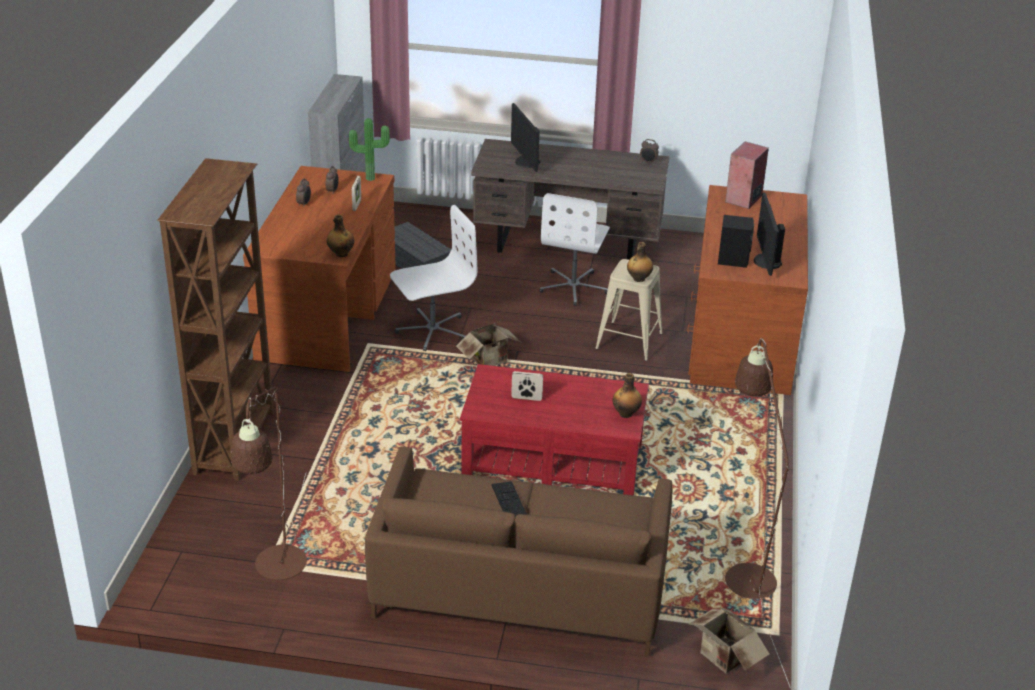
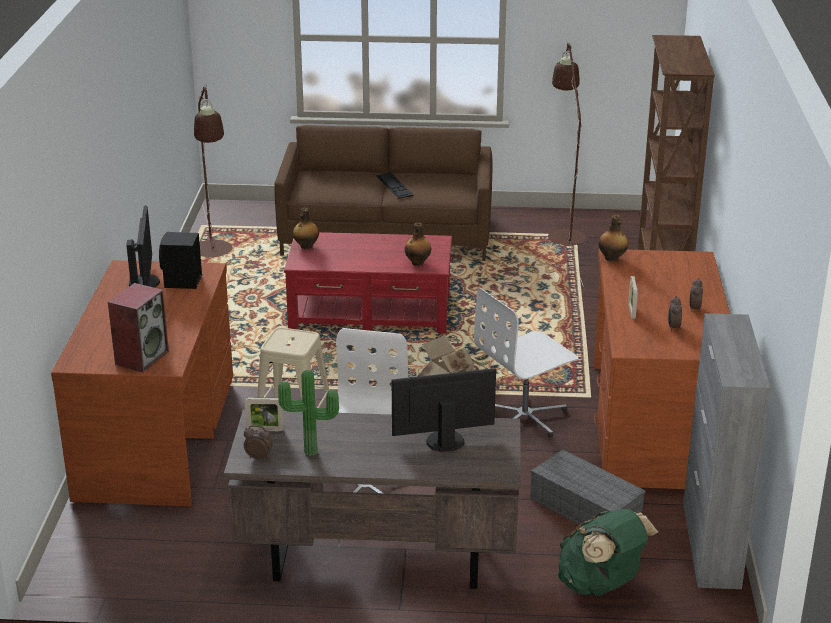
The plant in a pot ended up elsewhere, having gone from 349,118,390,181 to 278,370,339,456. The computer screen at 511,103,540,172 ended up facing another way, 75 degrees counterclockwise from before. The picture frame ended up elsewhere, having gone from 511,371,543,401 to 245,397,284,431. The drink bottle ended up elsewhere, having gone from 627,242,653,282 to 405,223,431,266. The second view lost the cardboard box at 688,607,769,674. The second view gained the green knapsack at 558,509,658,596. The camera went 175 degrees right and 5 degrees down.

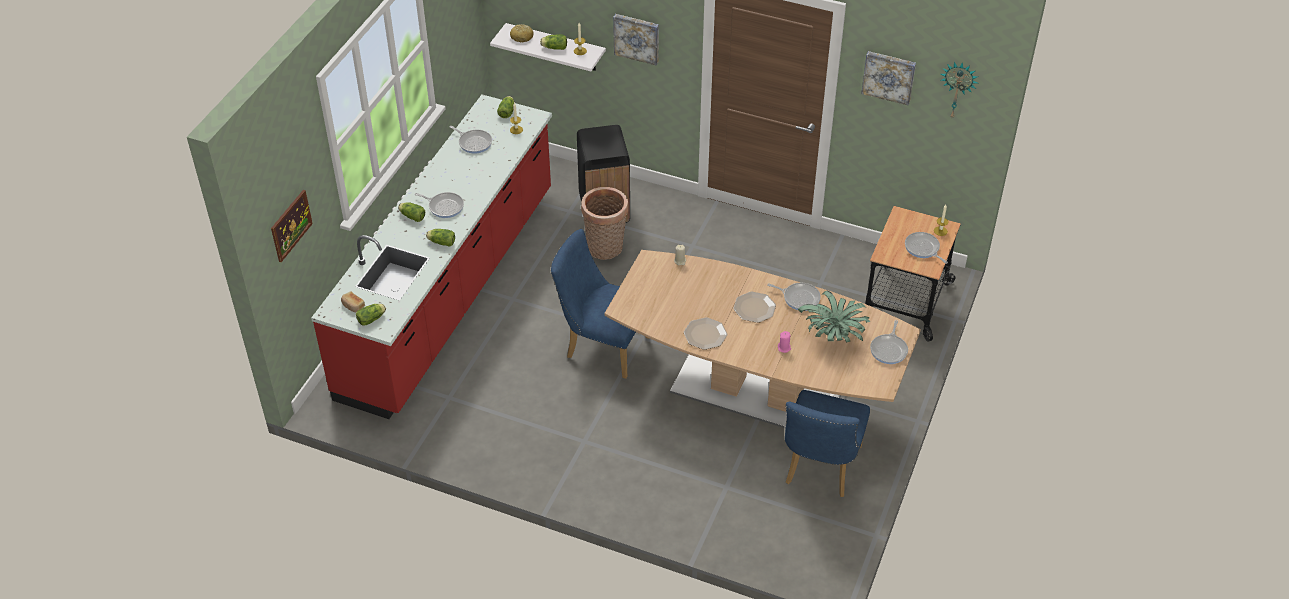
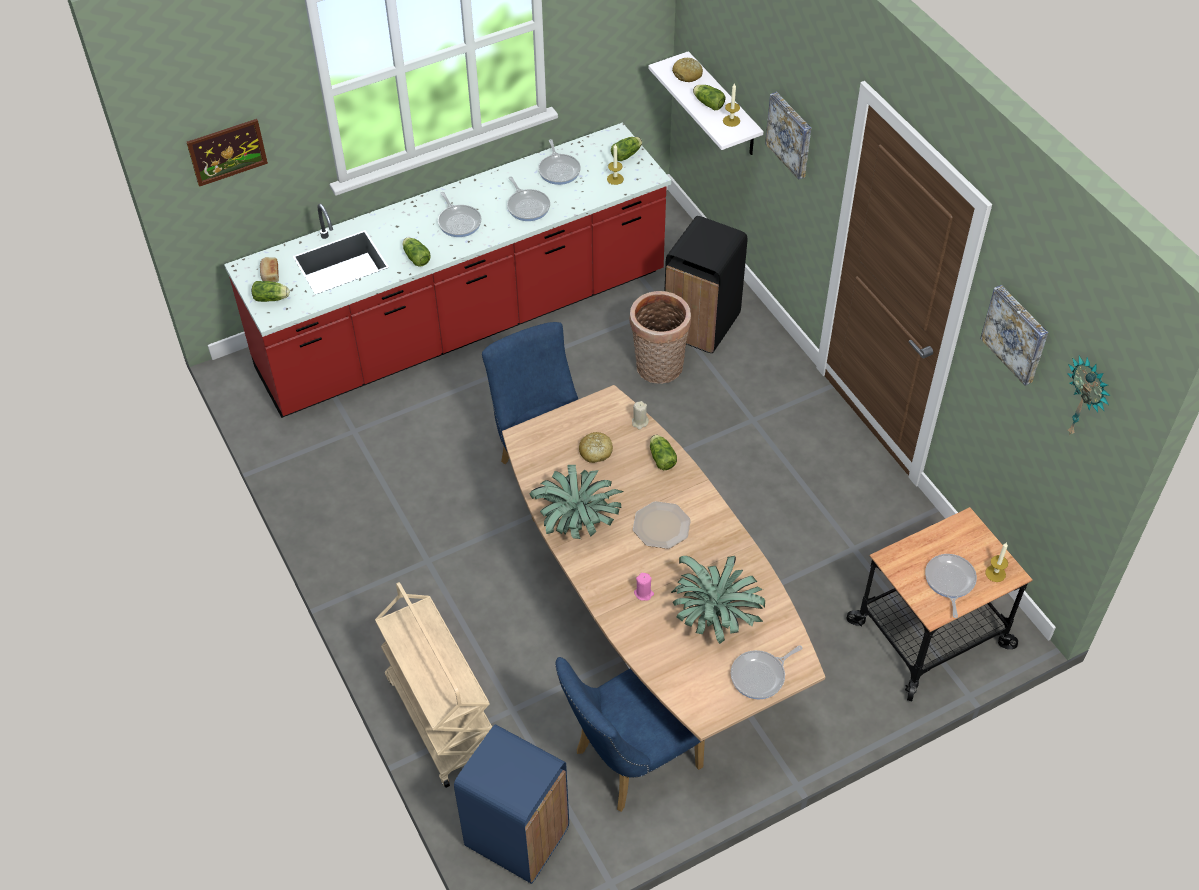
The head of lettuce ended up elsewhere, having gone from 398,202,425,222 to 650,435,677,470. Where the dinner plate stood at 684,317,727,350, the plant in a pot came to stand at 530,465,624,539. The frying pan ended up elsewhere, having gone from 767,283,821,311 to 507,176,550,221. The second view gained the beige-coloured wheeled cart at 375,582,492,788. The second view gained the bluish waste bin at 454,724,569,884. The second view gained the baked bread at 579,432,613,463. The camera went 40 degrees right and 5 degrees up.

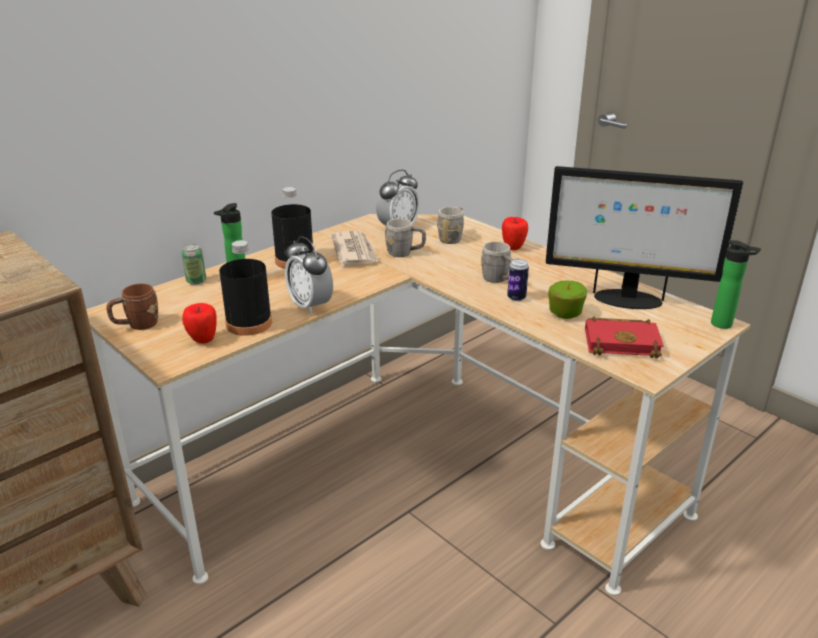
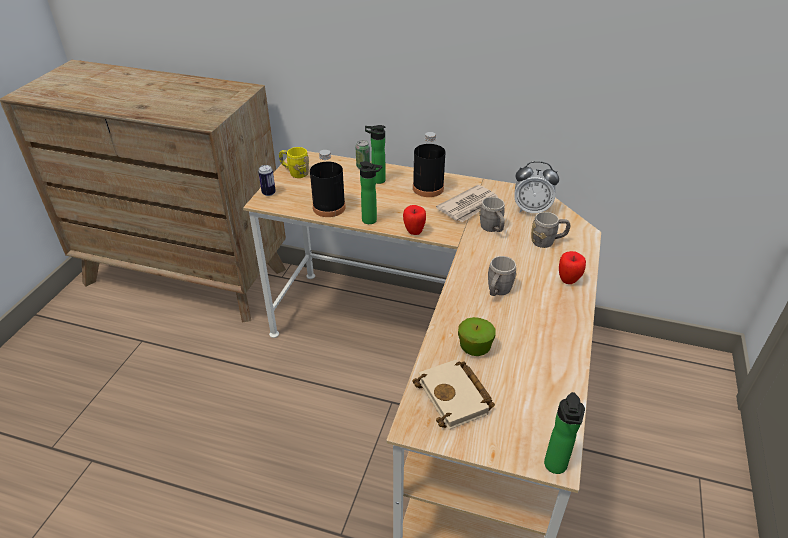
What was the brown mug at 106,283,159,330 turned into the yellow-coloured mug at 279,147,309,178. The apple fruit ended up elsewhere, having gone from 182,303,217,343 to 403,205,426,235. Where the alarm clock stood at 285,236,333,315, the drink bottle came to stand at 360,161,382,224. The metal can ended up elsewhere, having gone from 507,259,529,301 to 258,165,276,196. The second view lost the computer screen at 546,166,743,309. What was the red-coloured bound book at 585,317,664,358 turned into the beige-coloured bound book at 412,360,495,429. The camera went 60 degrees right and 10 degrees up.

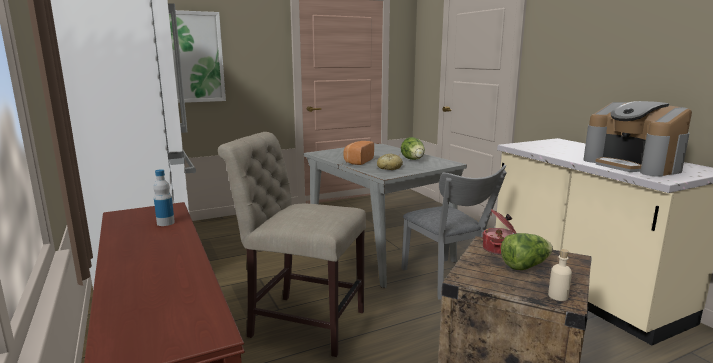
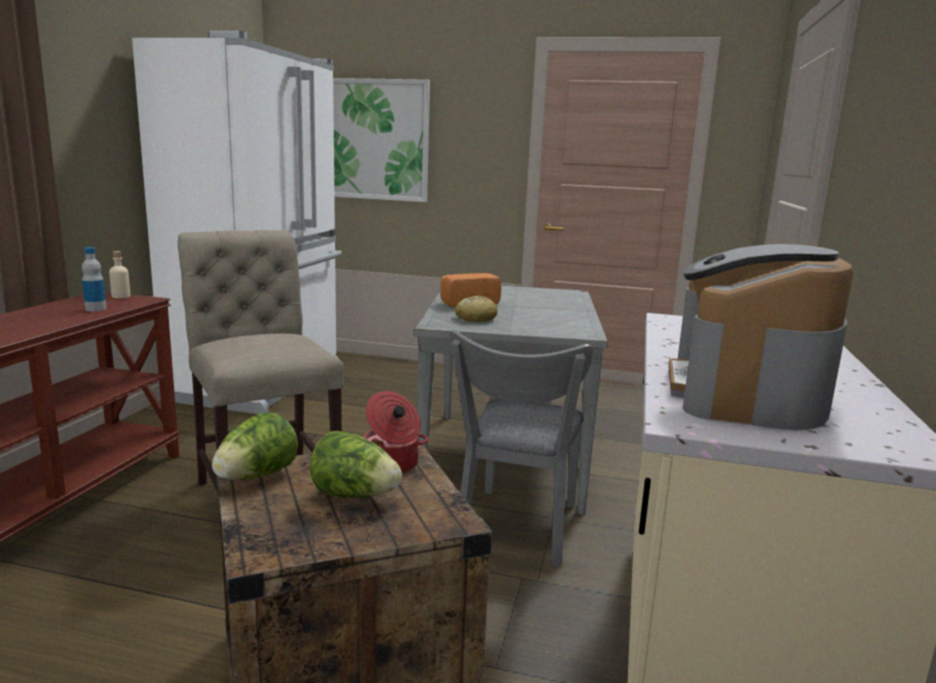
The head of lettuce ended up elsewhere, having gone from 401,137,425,160 to 212,412,298,480. The beige-coloured drink bottle ended up elsewhere, having gone from 548,249,572,301 to 109,251,130,298. The camera went 40 degrees right and 0 degrees up.

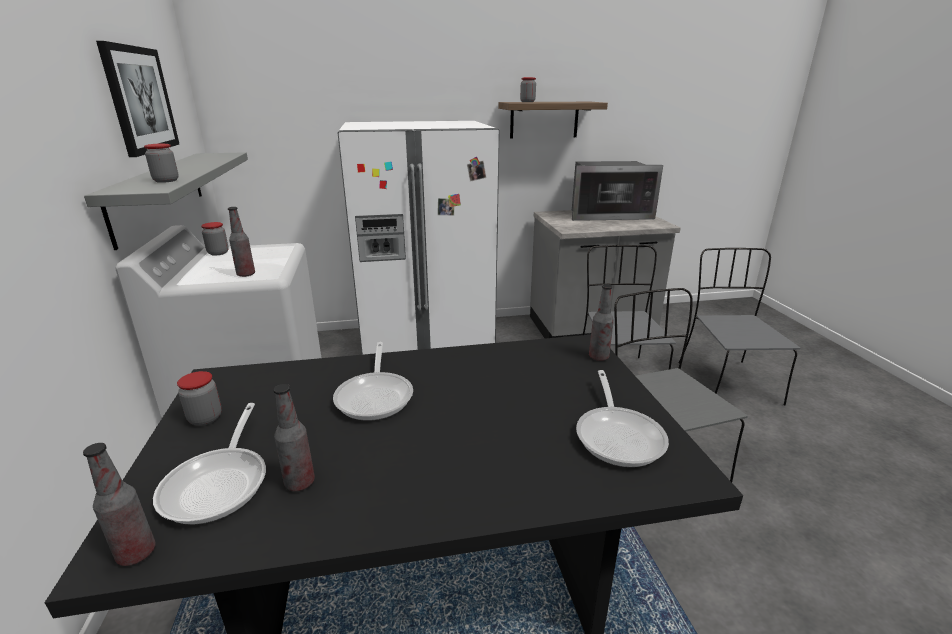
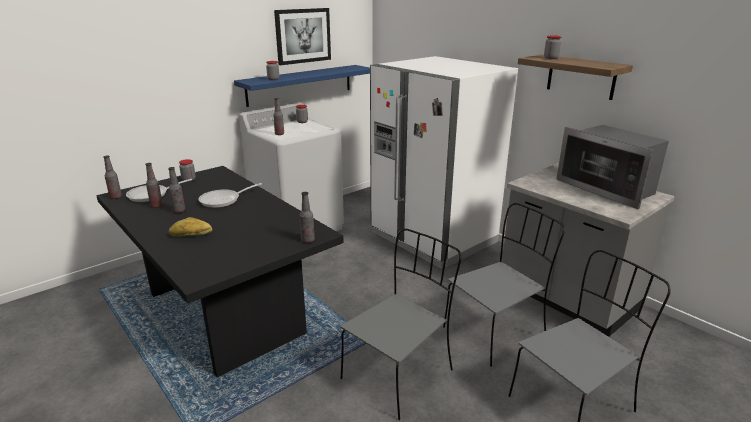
What was the gray shelf at 84,152,248,250 turned into the bluish shelf at 234,65,370,107. The second view lost the frying pan at 576,370,669,467. The second view gained the drink bottle at 168,167,185,213. The second view gained the baked bread at 169,217,212,237. The camera went 60 degrees right and 0 degrees up.

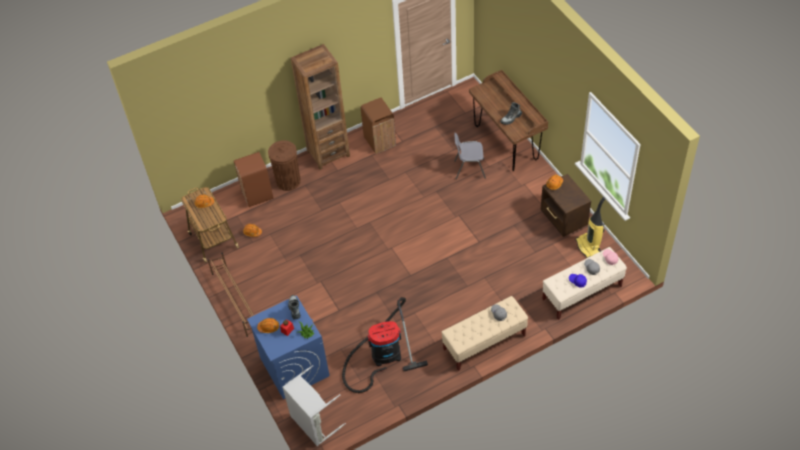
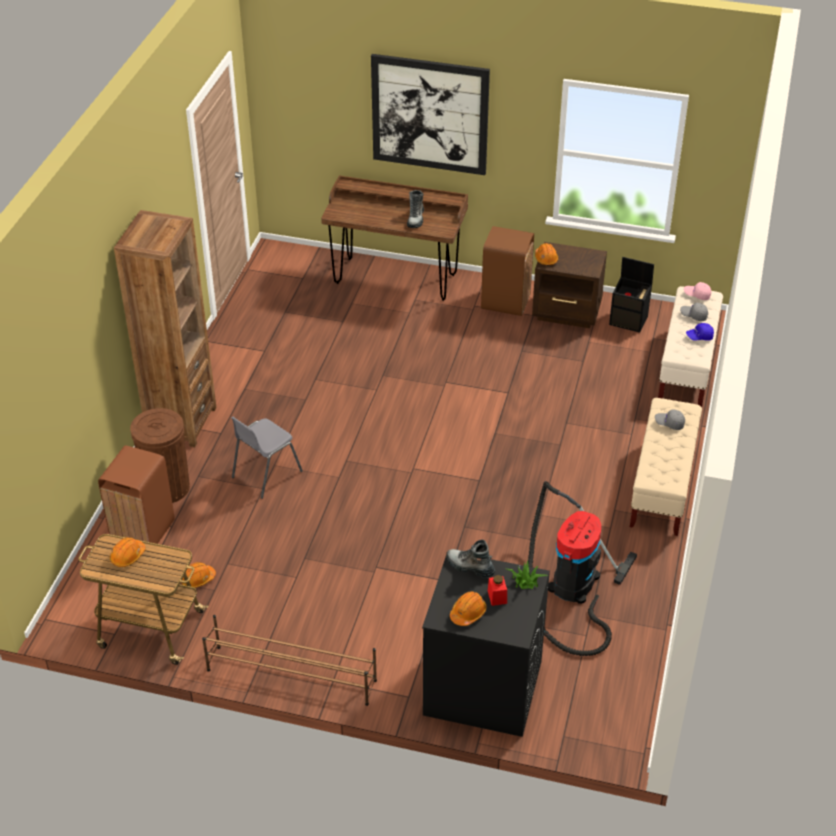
What was the bluish laundry appliance at 247,295,330,399 turned into the blackish laundry appliance at 422,554,550,737. The second view lost the gray hamper at 282,365,346,446. The brown waste bin ended up elsewhere, having gone from 361,98,396,154 to 481,226,534,316. The gray chair ended up elsewhere, having gone from 454,133,486,179 to 231,417,303,499. Where the vacuum cleaner stood at 576,197,605,258, the blackish storage container came to stand at 609,257,654,333. The second view gained the wall art at 371,54,490,175. The camera went 50 degrees left and 10 degrees down.

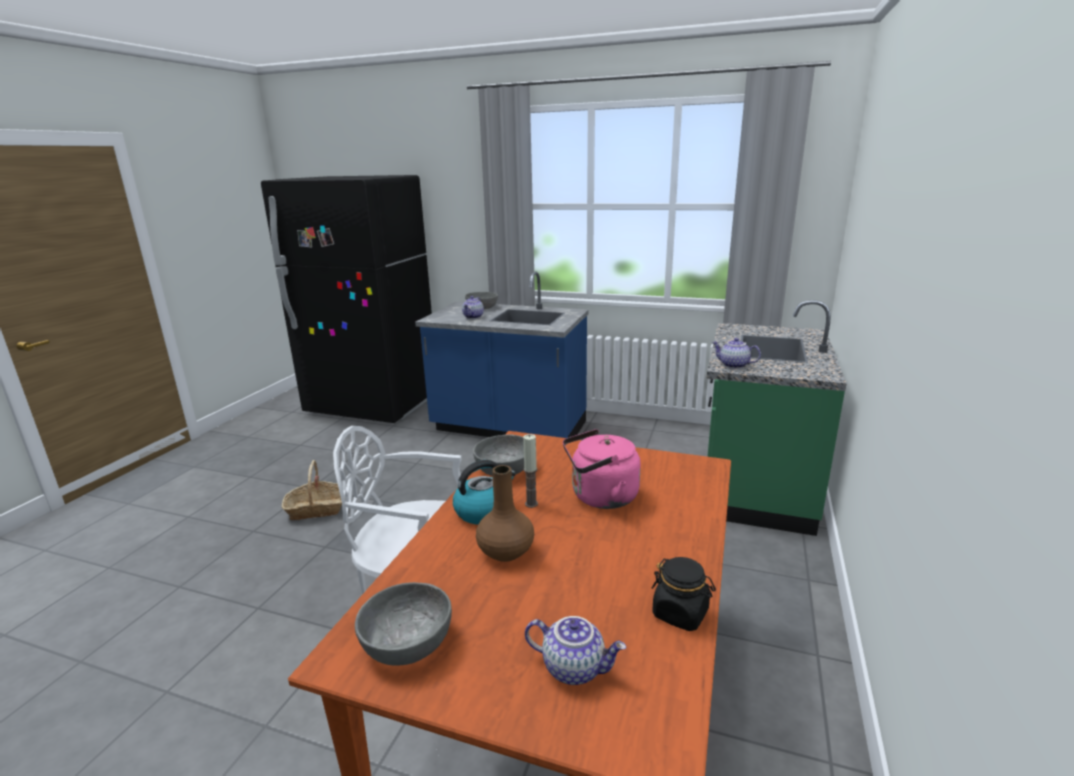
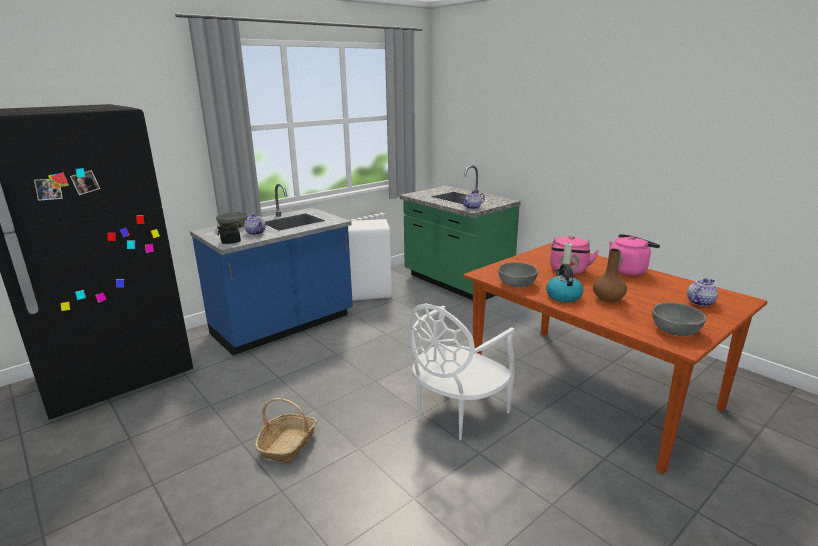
The blackish storage jar ended up elsewhere, having gone from 652,557,716,631 to 217,220,241,244. The second view gained the white-coloured waste bin at 348,219,392,300. The second view gained the pink-coloured water kettle at 609,234,660,275. The camera went 60 degrees left and 0 degrees up.

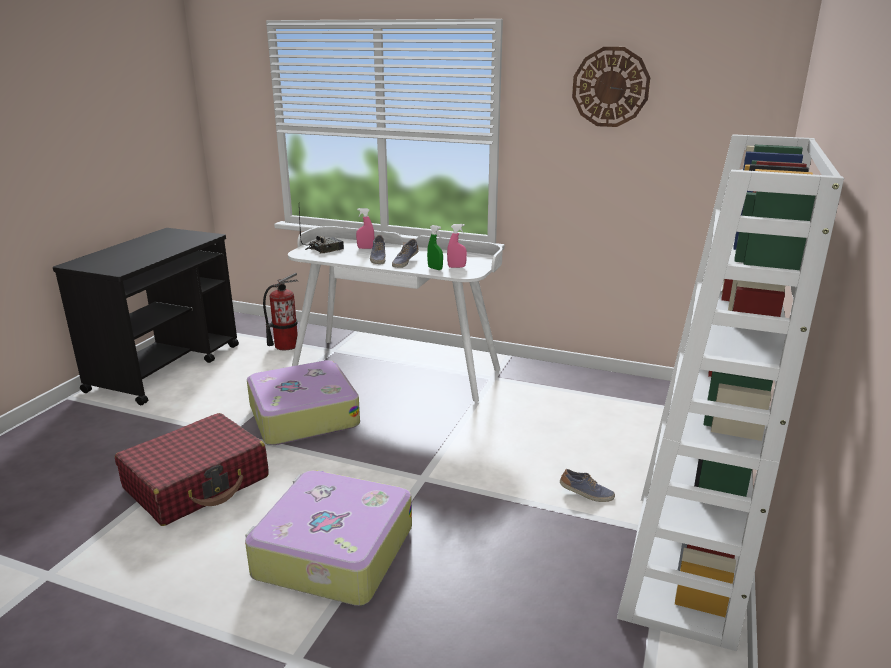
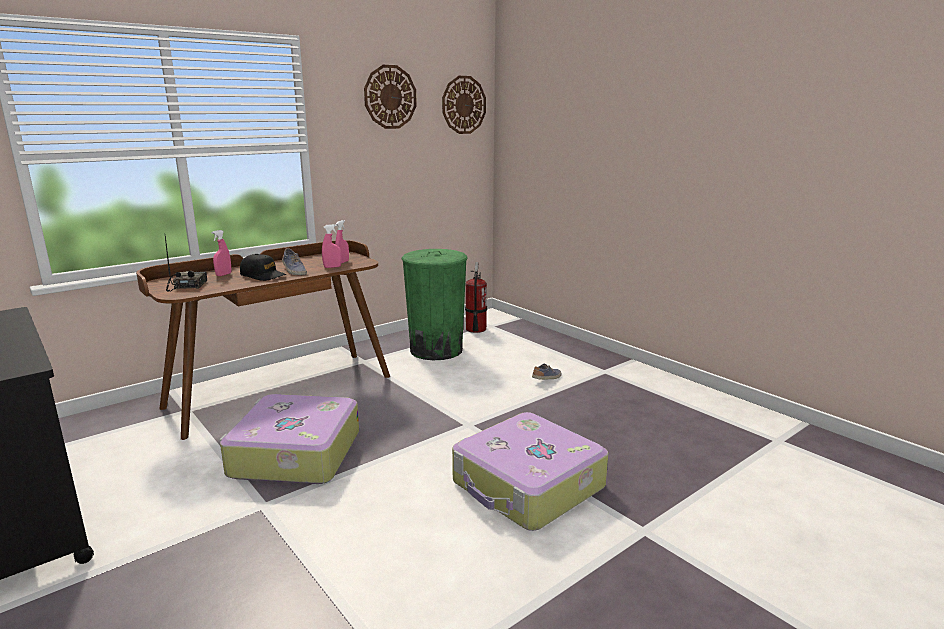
The second view lost the red-coloured travel case at 115,413,269,526. The fire-fighting cylinder ended up elsewhere, having gone from 263,273,298,351 to 465,262,487,333. What was the white-coloured desk unit at 288,226,503,402 turned into the brown desk unit at 136,240,390,440. Where the low shoe stood at 370,235,386,264, the blackish cap came to stand at 240,254,286,281. What was the green sprayer at 427,225,443,270 turned into the pink-coloured sprayer at 322,224,342,268. The second view lost the white-coloured bookcase at 617,134,844,651. The second view gained the green waste bin at 401,249,468,360. The second view gained the wall clock at 442,76,486,134. The camera went 60 degrees left and 5 degrees down.

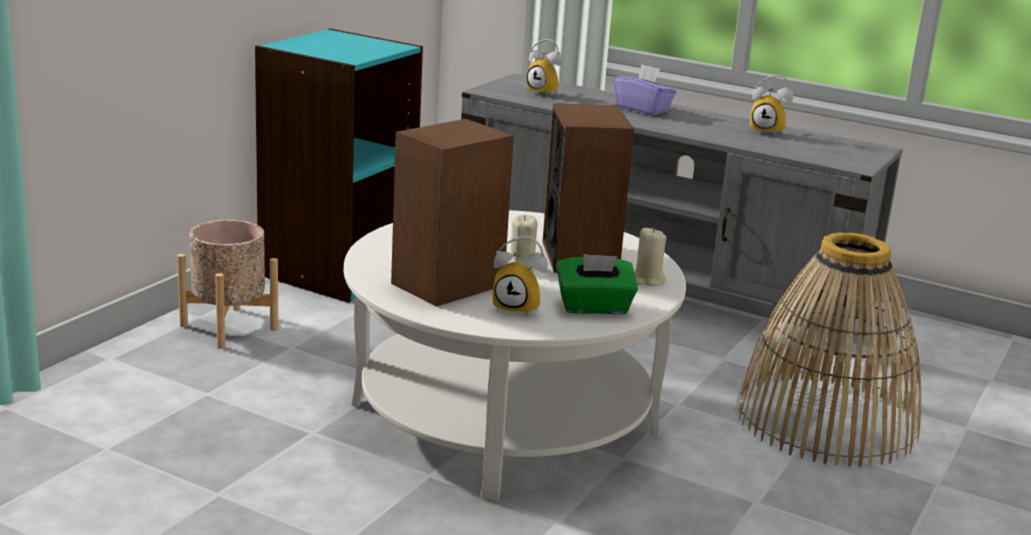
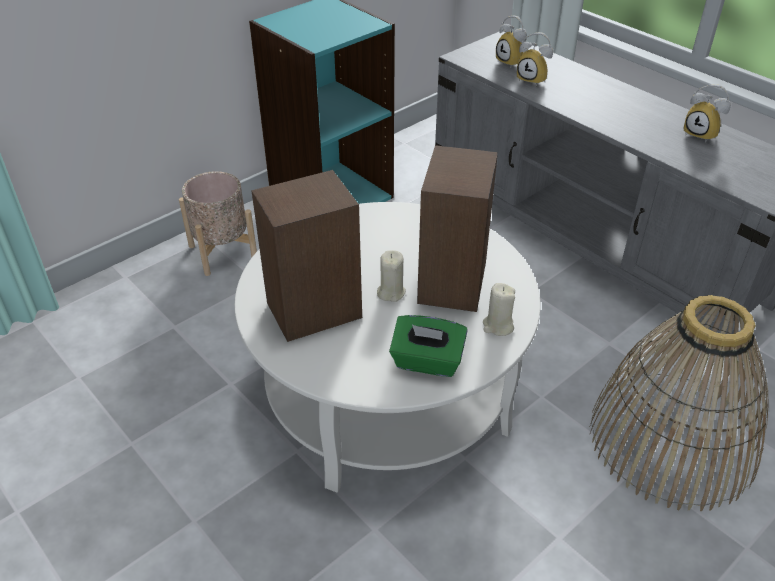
The alarm clock ended up elsewhere, having gone from 493,236,548,316 to 517,32,553,86. The second view lost the purplish box of tissues at 614,64,676,116. The camera went 20 degrees right and 20 degrees up.

